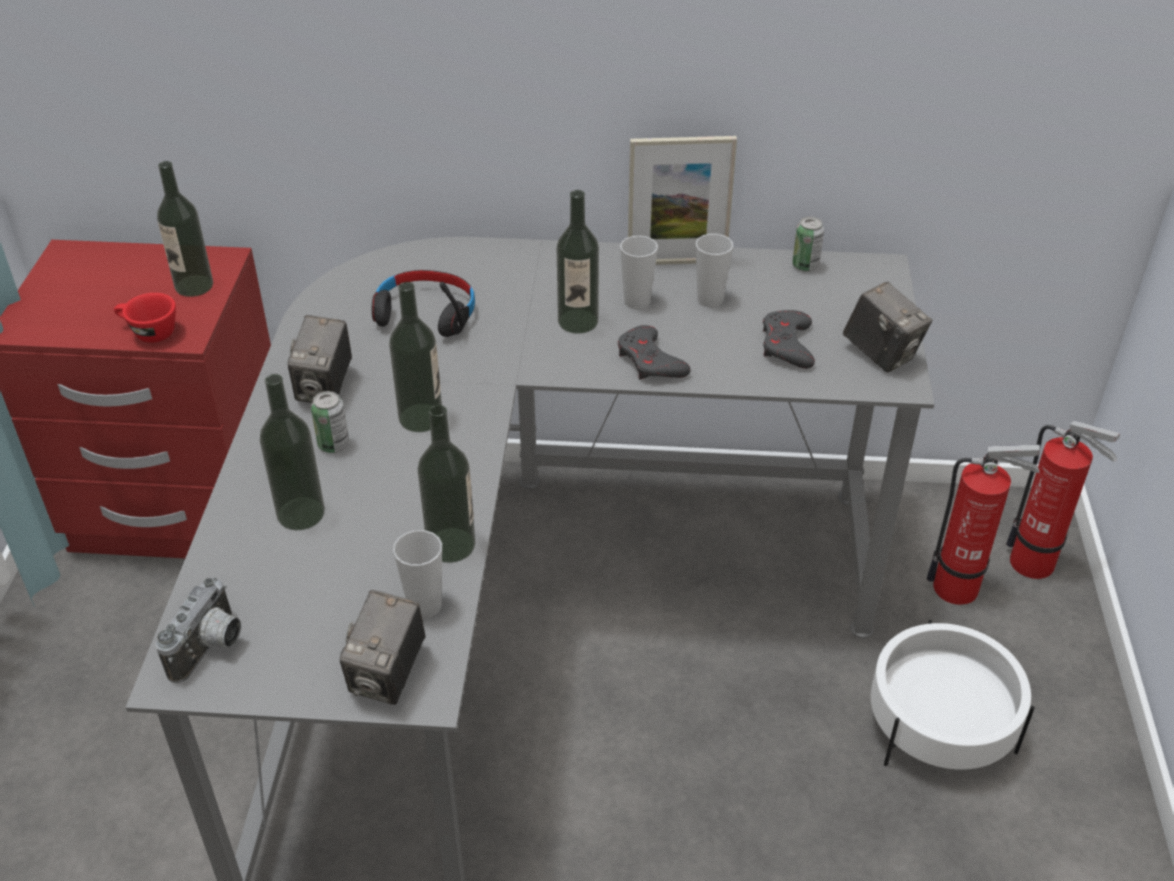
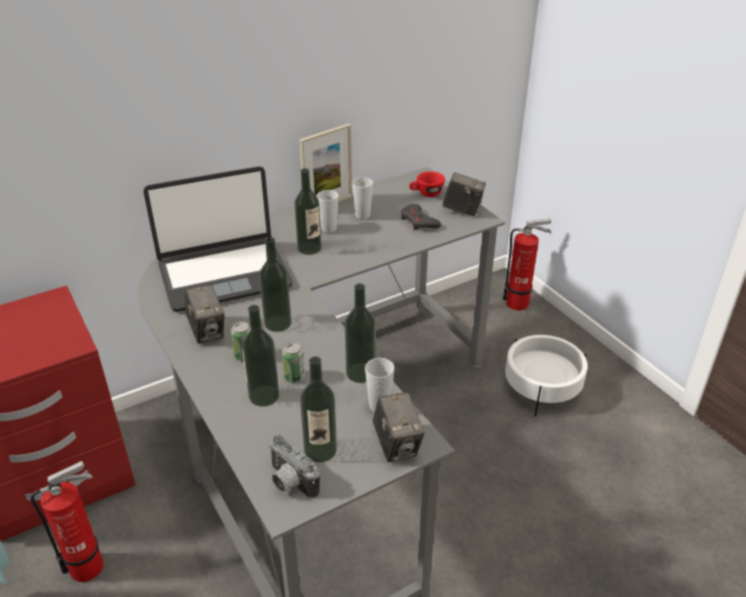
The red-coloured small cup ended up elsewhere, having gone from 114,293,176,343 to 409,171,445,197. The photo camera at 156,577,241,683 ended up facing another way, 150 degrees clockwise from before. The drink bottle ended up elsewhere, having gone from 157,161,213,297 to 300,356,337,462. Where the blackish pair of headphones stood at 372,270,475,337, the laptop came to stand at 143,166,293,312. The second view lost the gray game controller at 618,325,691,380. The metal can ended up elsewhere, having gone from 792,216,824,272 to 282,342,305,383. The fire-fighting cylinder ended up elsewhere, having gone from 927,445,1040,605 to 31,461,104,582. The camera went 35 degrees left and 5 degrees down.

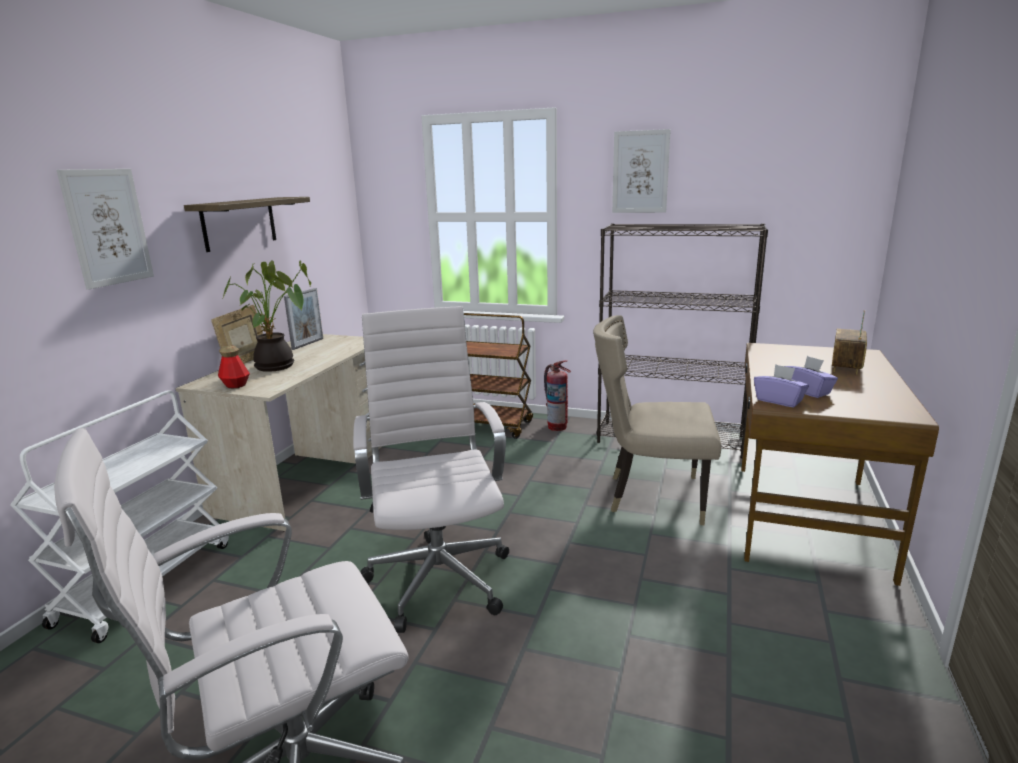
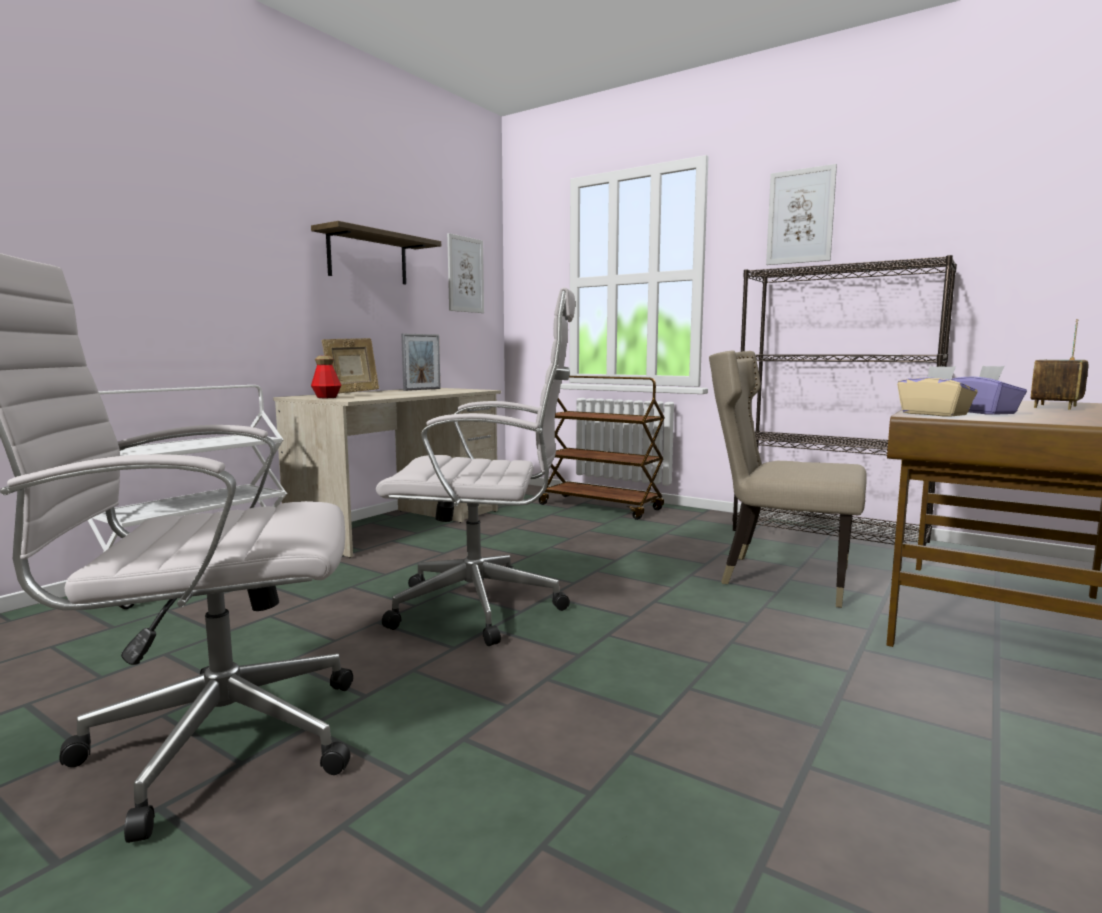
The wall art ended up elsewhere, having gone from 56,169,154,290 to 447,233,484,313. The second view lost the plant in a pot at 223,260,311,372. The white-coloured desk chair at 353,306,509,633 ended up facing another way, 90 degrees clockwise from before. The second view lost the fire-fighting cylinder at 544,360,571,431. What was the purplish box of tissues at 754,364,809,407 turned into the beige-coloured box of tissues at 897,366,978,416. The camera went 15 degrees right and 10 degrees down.

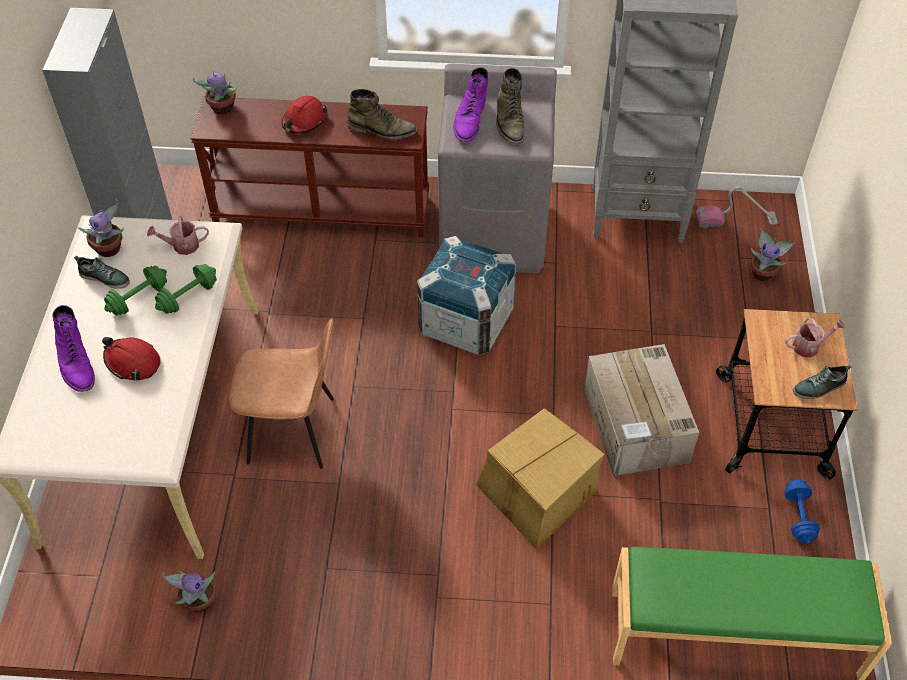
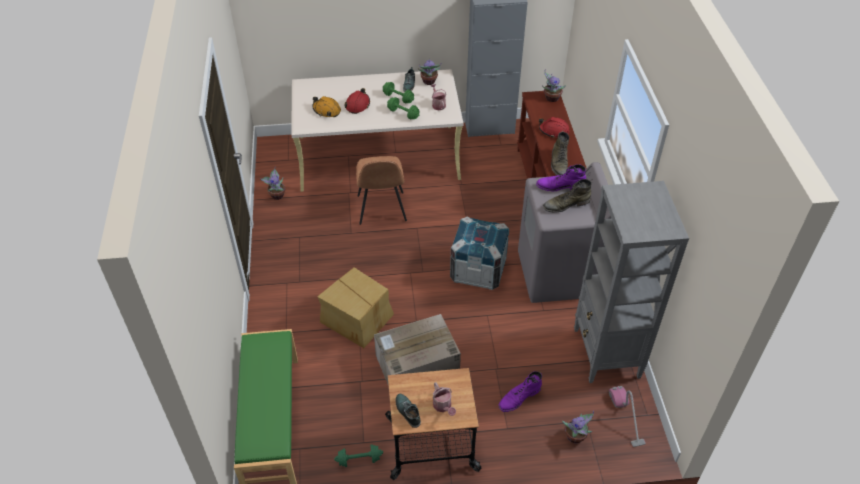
The purplish tall boot ended up elsewhere, having gone from 52,305,95,392 to 498,371,542,412. What was the bluish free weight at 784,479,820,544 turned into the green free weight at 334,444,383,467. The second view gained the orange work helmet at 312,96,341,117. The camera went 80 degrees right and 5 degrees down.

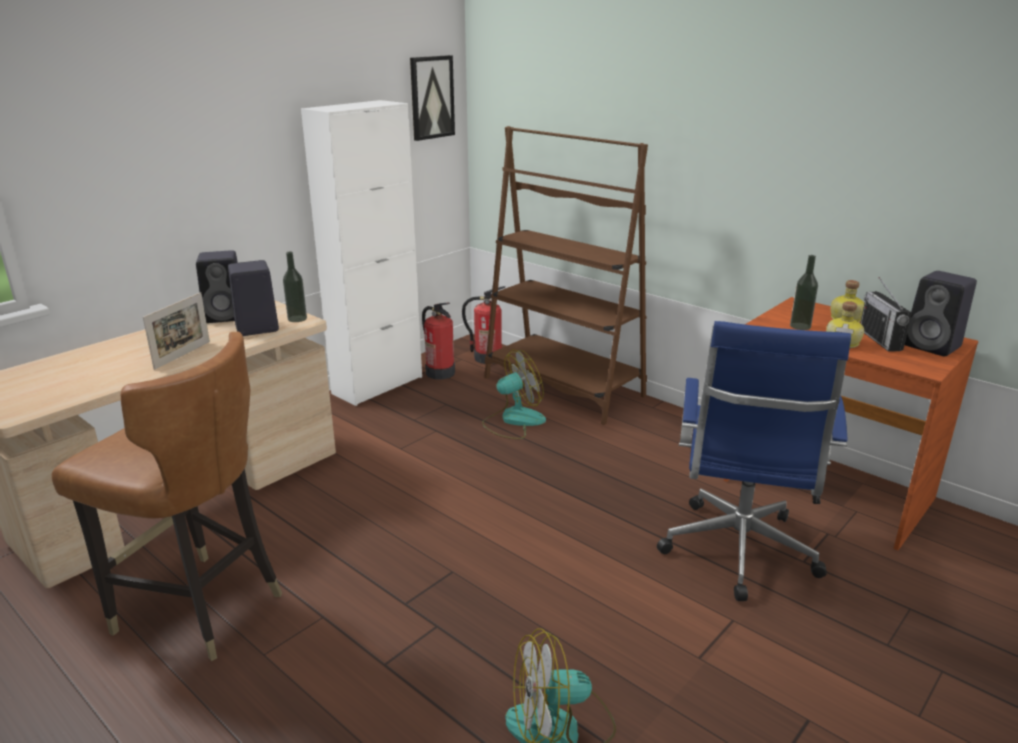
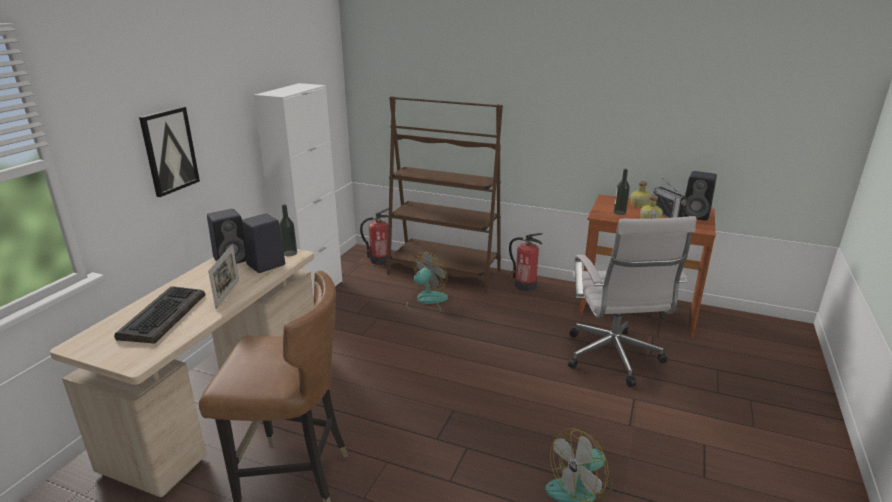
The wall art ended up elsewhere, having gone from 410,55,455,141 to 139,107,200,197. The fire-fighting cylinder ended up elsewhere, having gone from 422,303,455,379 to 509,233,543,291. What was the bluish desk chair at 657,321,851,601 turned into the white-coloured desk chair at 568,216,696,387. The second view gained the PC keyboard at 114,286,206,344. The camera went 20 degrees left and 0 degrees up.

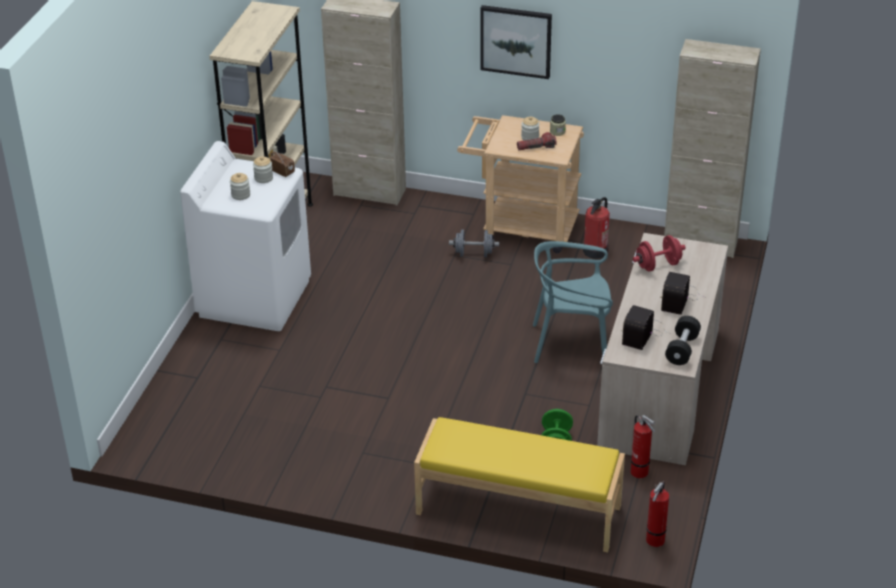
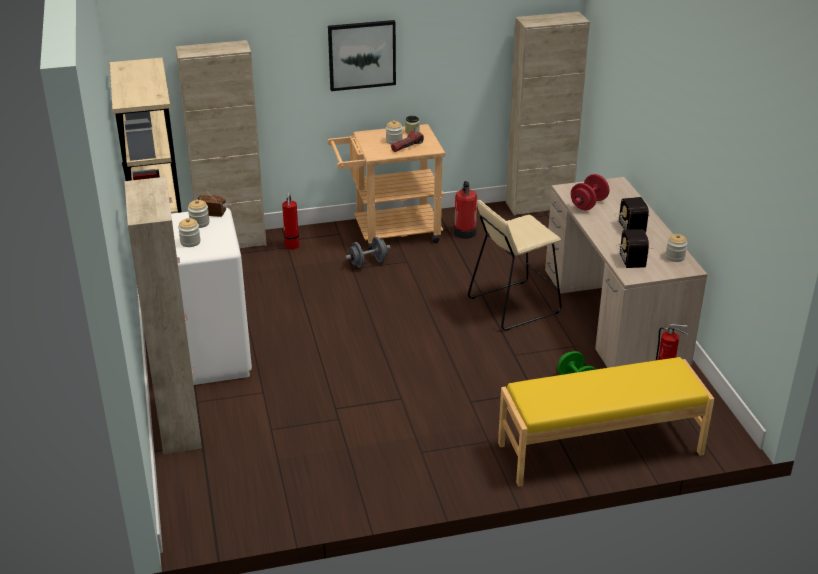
Where the turquoise-coloured chair stood at 533,241,613,363, the beige-coloured stool seat came to stand at 468,200,562,331. The fire-fighting cylinder ended up elsewhere, having gone from 646,481,669,547 to 282,193,299,250. Where the blackish free weight stood at 665,316,701,365, the storage jar came to stand at 665,234,687,262. The second view gained the beige-coloured cupboard at 125,177,202,454. The camera went 30 degrees left and 5 degrees down.

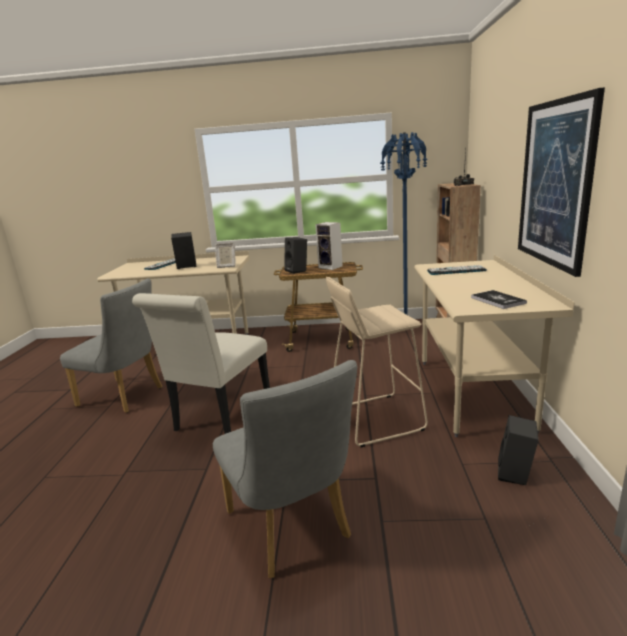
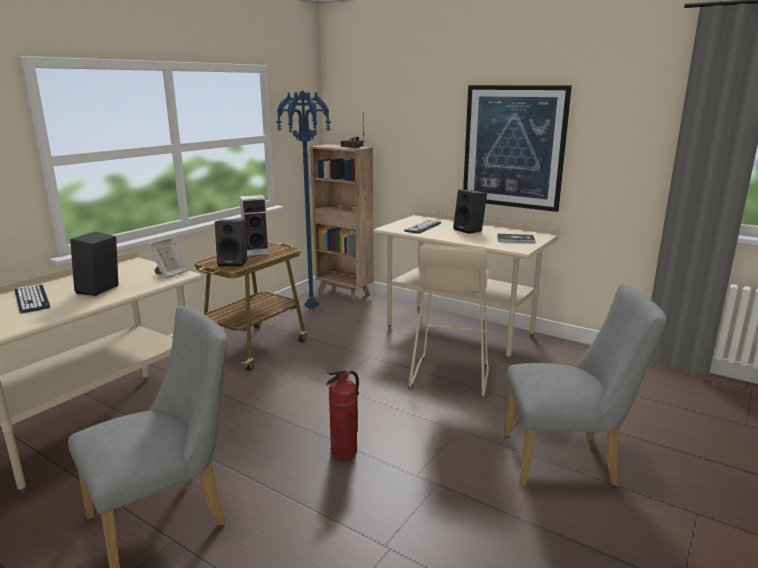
Where the white-coloured chair stood at 132,293,270,434, the fire-fighting cylinder came to stand at 326,369,359,459. The blackish audio speaker ended up elsewhere, having gone from 498,415,539,485 to 453,190,487,234. The camera went 60 degrees left and 0 degrees up.

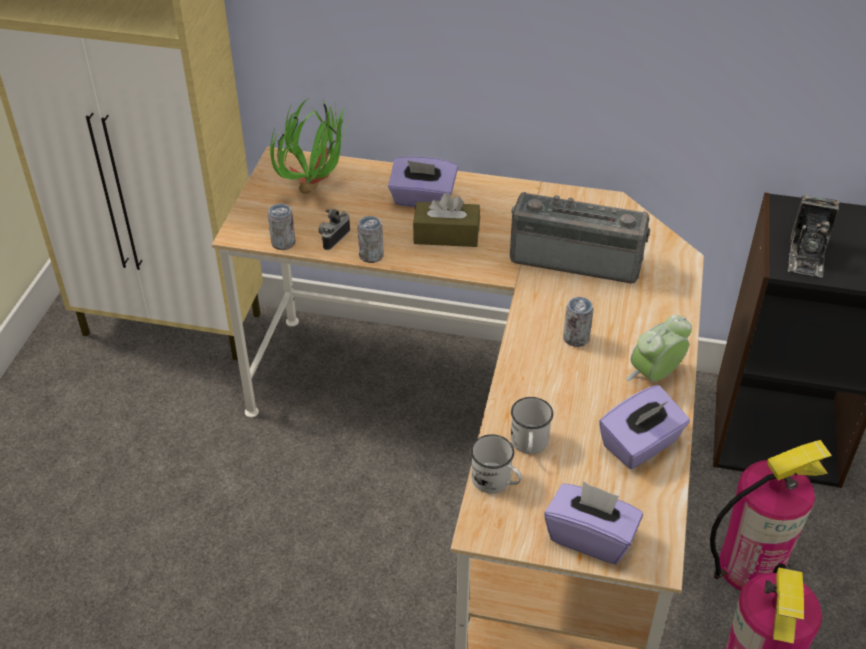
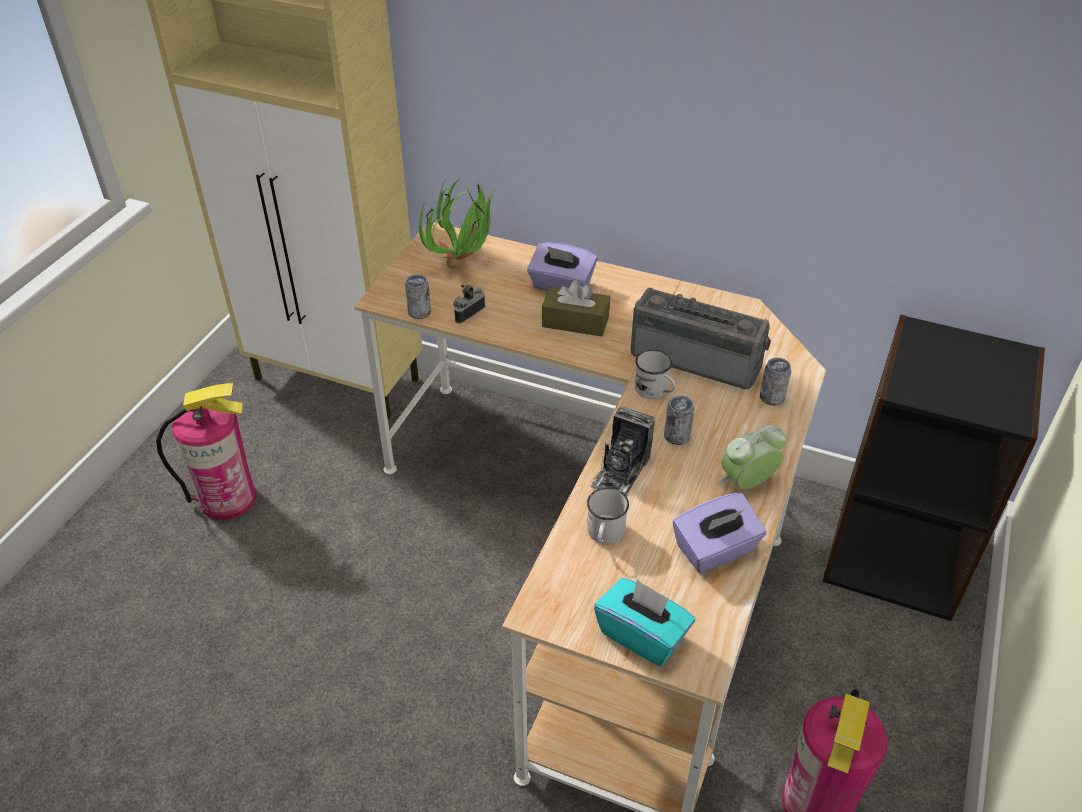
The metal can ended up elsewhere, having gone from 358,216,384,263 to 760,357,791,406. The white-coloured mug ended up elsewhere, having gone from 470,434,522,493 to 635,350,676,399. What was the purplish box of tissues at 544,481,643,564 turned into the turquoise-coloured box of tissues at 594,578,695,666. The fire-fighting cylinder ended up elsewhere, having gone from 710,440,832,591 to 156,383,256,520. The photo camera ended up elsewhere, having gone from 787,195,840,277 to 590,406,655,495. The camera went 10 degrees right and 0 degrees up.

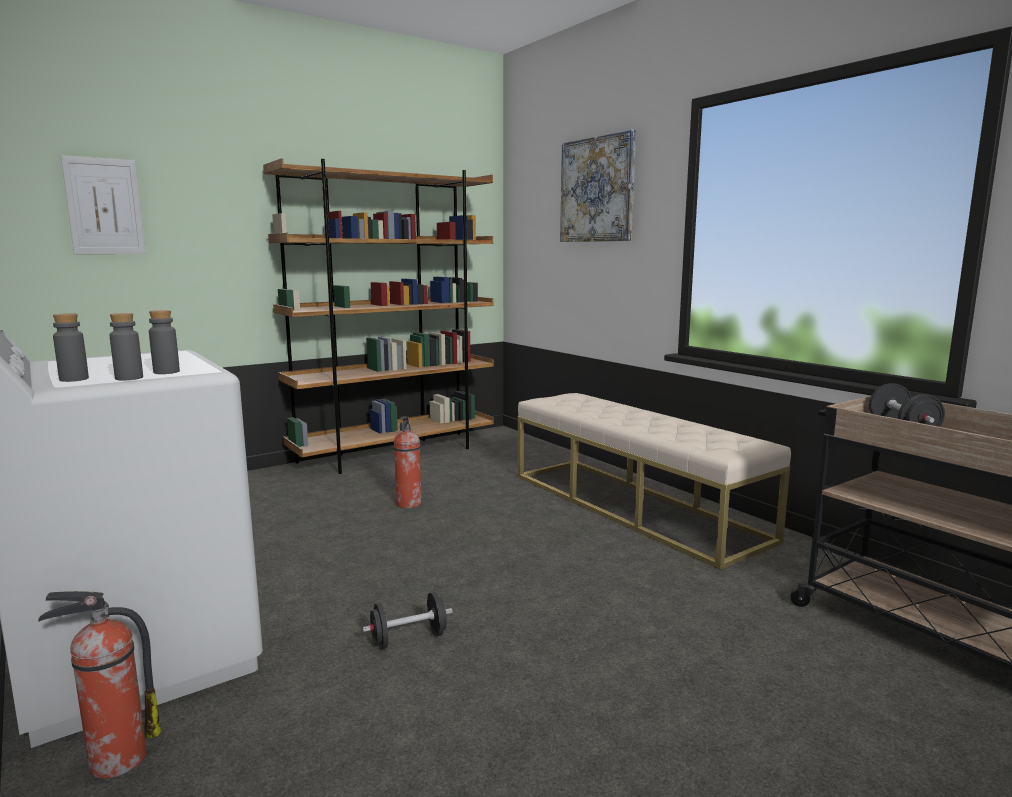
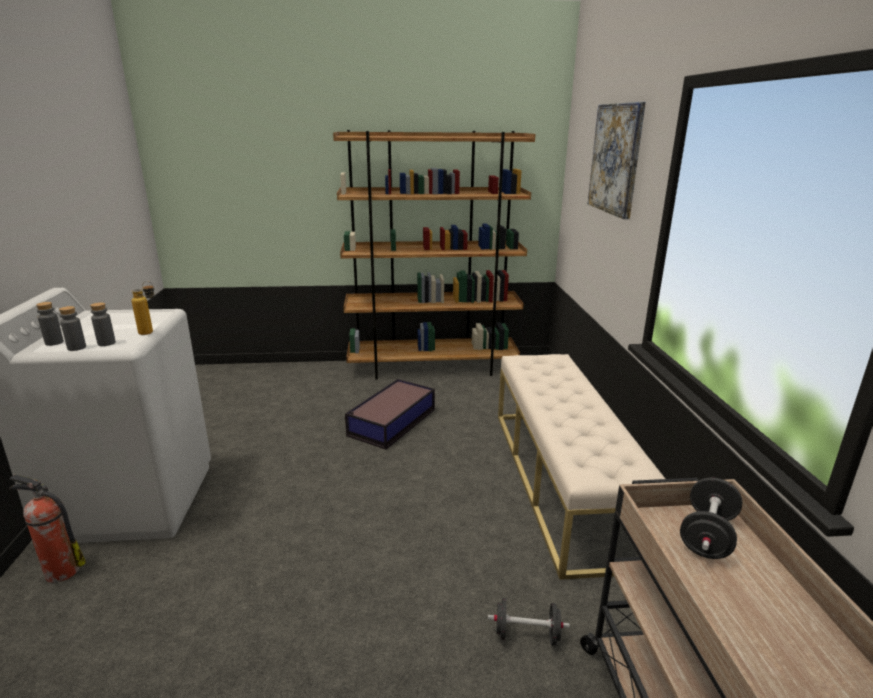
The second view lost the wall art at 61,155,146,254. The blackish free weight ended up elsewhere, having gone from 363,592,453,649 to 488,598,570,646. Where the fire-fighting cylinder stood at 394,417,421,508, the storage container came to stand at 345,379,435,450. The second view gained the drink bottle at 131,281,154,335. The camera went 30 degrees right and 10 degrees up.

